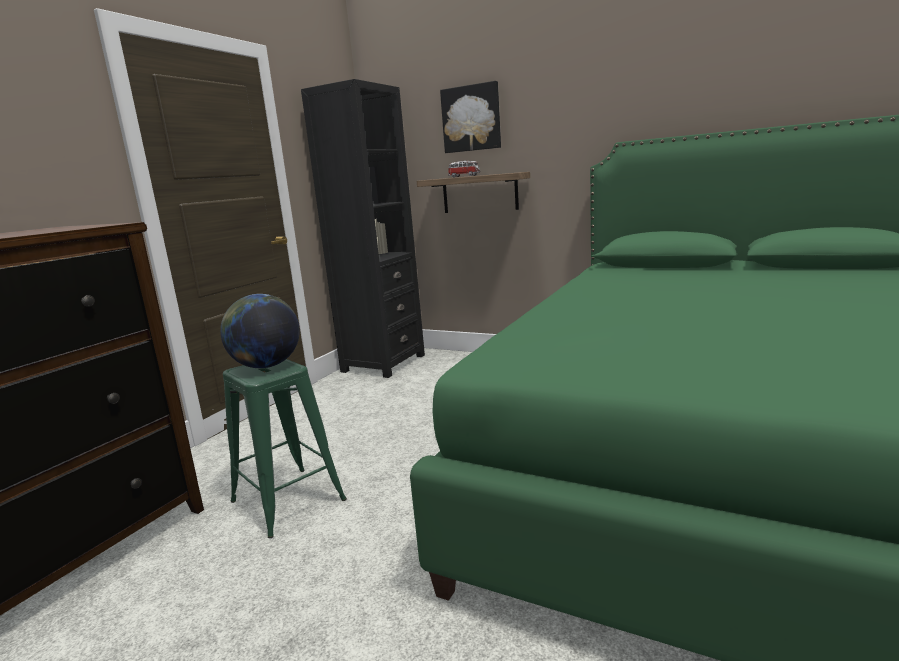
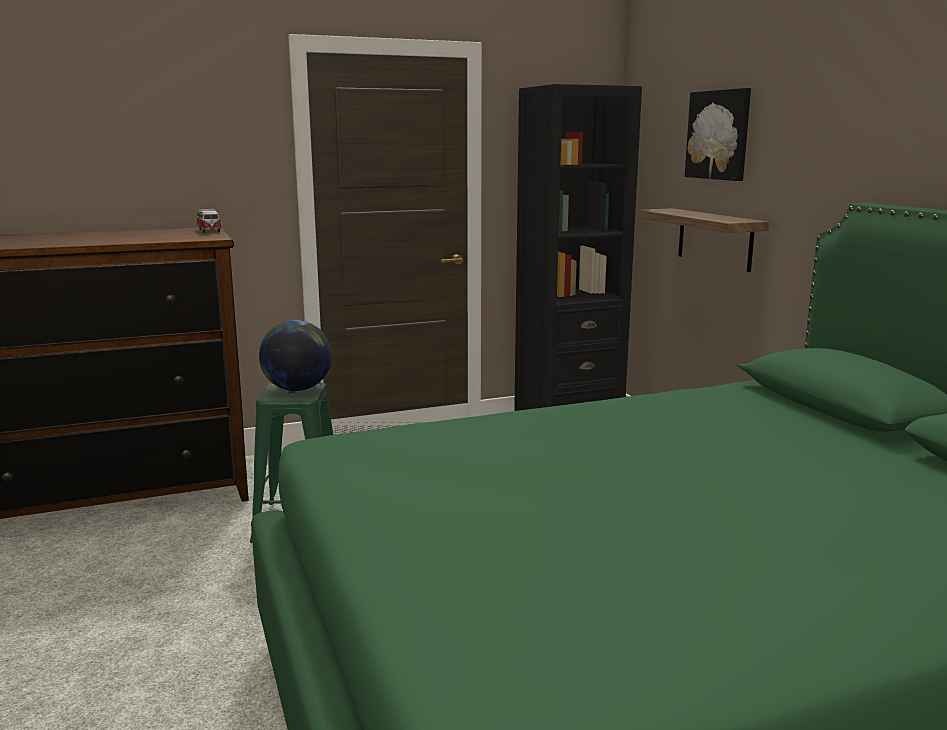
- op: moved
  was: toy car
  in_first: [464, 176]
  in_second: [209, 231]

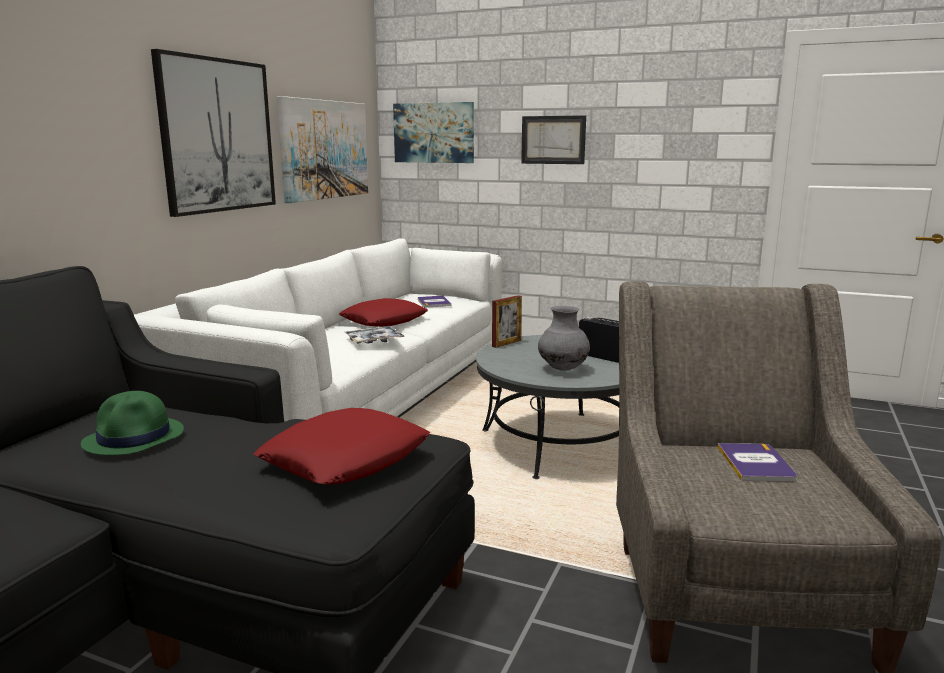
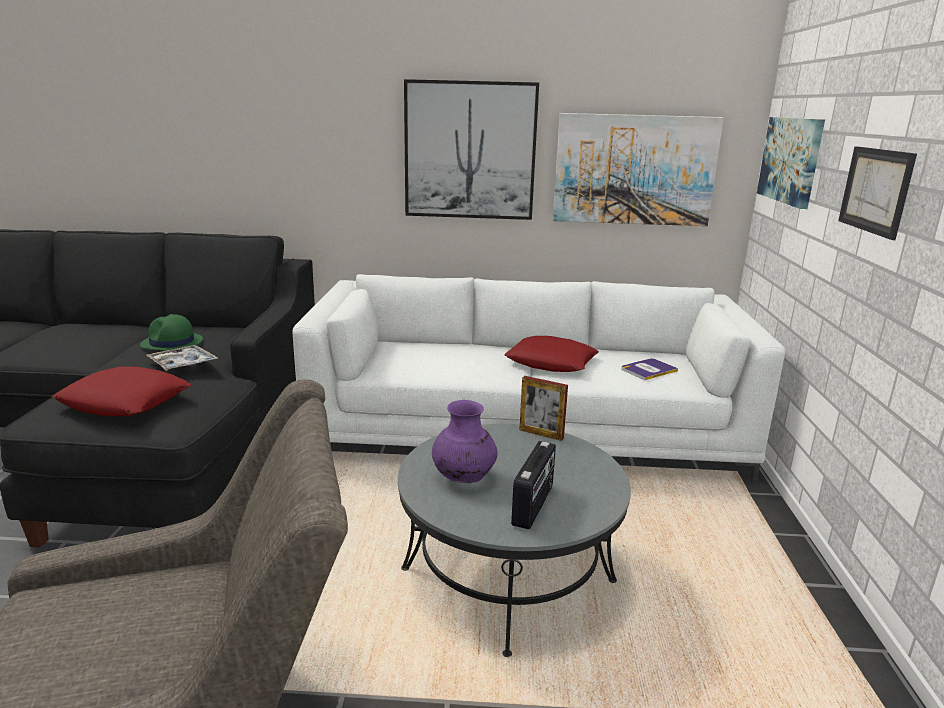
- op: moved
  was: tray
  in_first: [374, 341]
  in_second: [182, 364]
- op: recoloured
  was: grey vase
  now: purple vase
  in_first: [563, 369]
  in_second: [463, 478]
- op: removed
  was: book
  in_first: [755, 463]

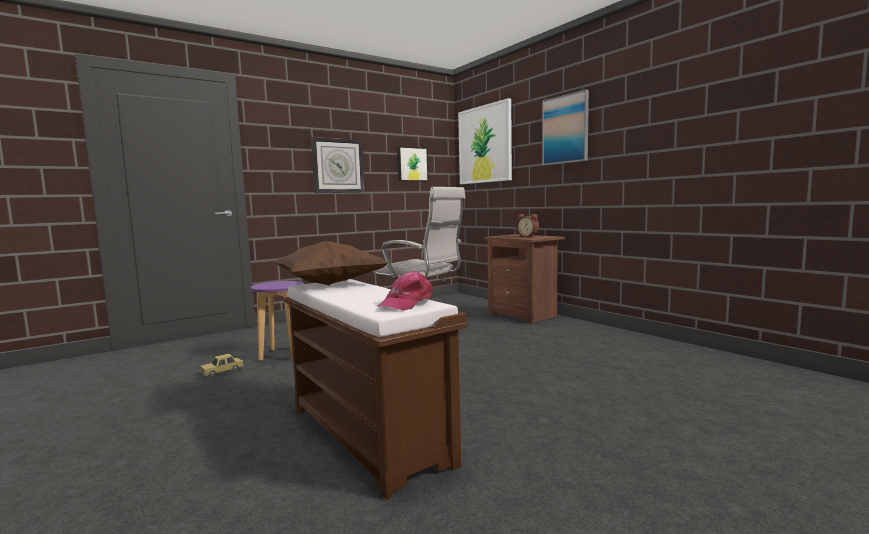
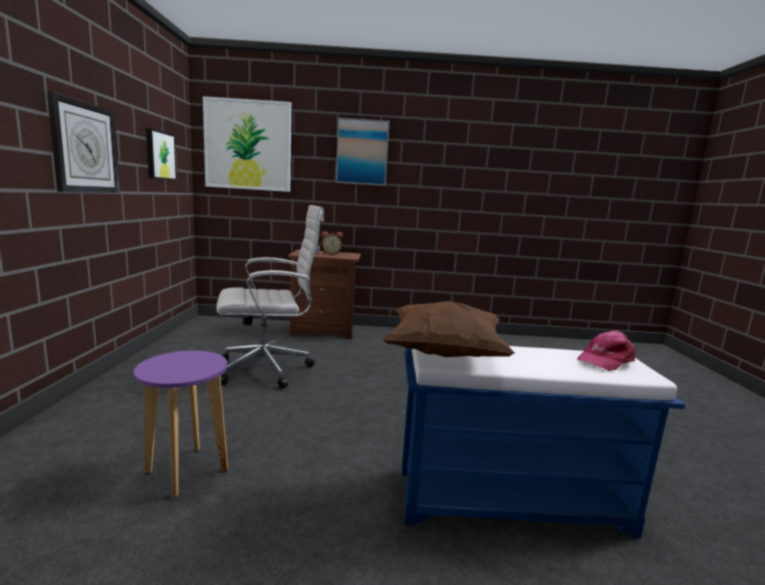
- op: recoloured
  was: brown bench
  now: blue bench
  in_first: [370, 435]
  in_second: [512, 500]
- op: turned
  was: pink cap
  in_first: [406, 303]
  in_second: [605, 360]
  clockwise: 75
- op: removed
  was: toy car
  in_first: [222, 371]

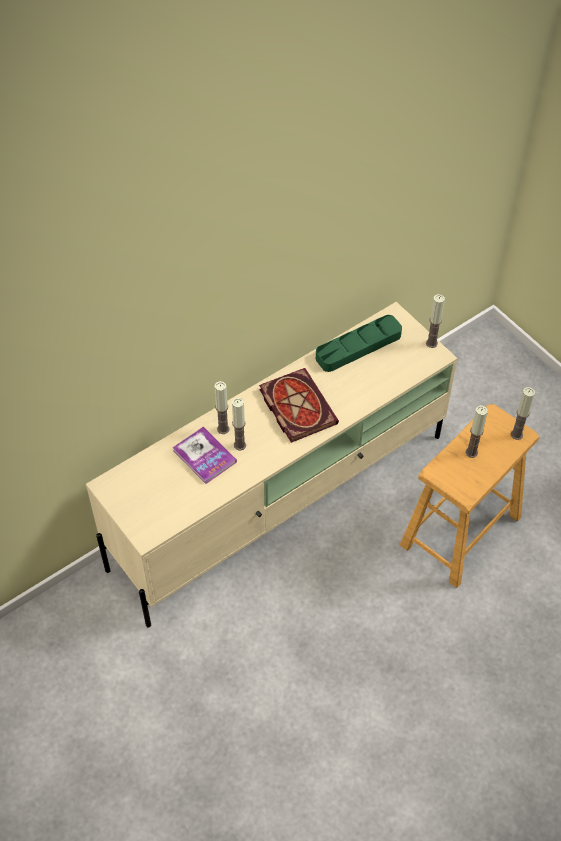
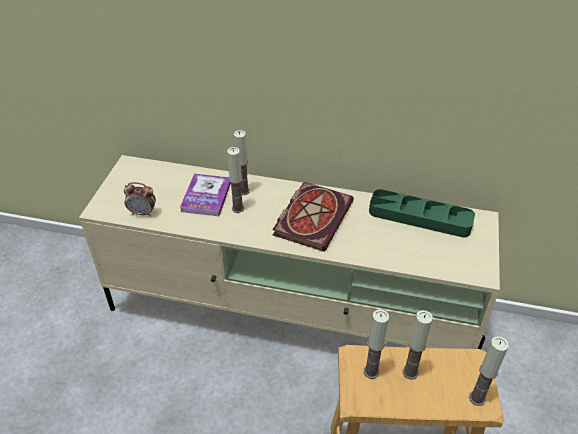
- op: added
  now: alarm clock
  in_second: [143, 213]
- op: moved
  was: candle
  in_first: [431, 343]
  in_second: [371, 372]

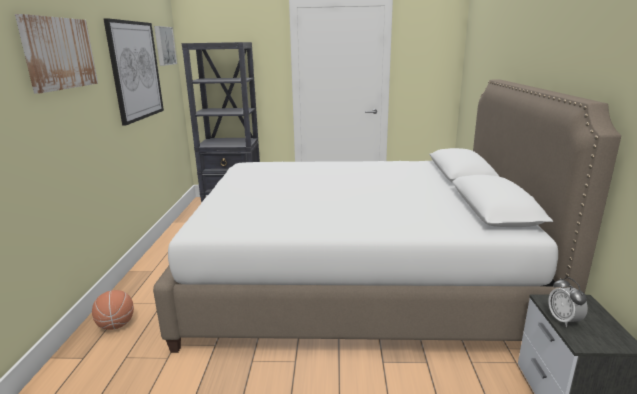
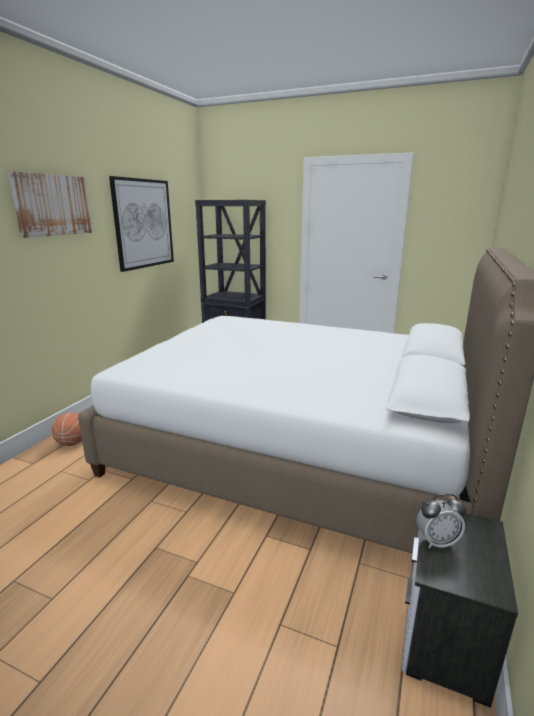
- op: turned
  was: alarm clock
  in_first: [563, 320]
  in_second: [437, 541]
  clockwise: -105
- op: removed
  was: picture
  in_first: [164, 46]

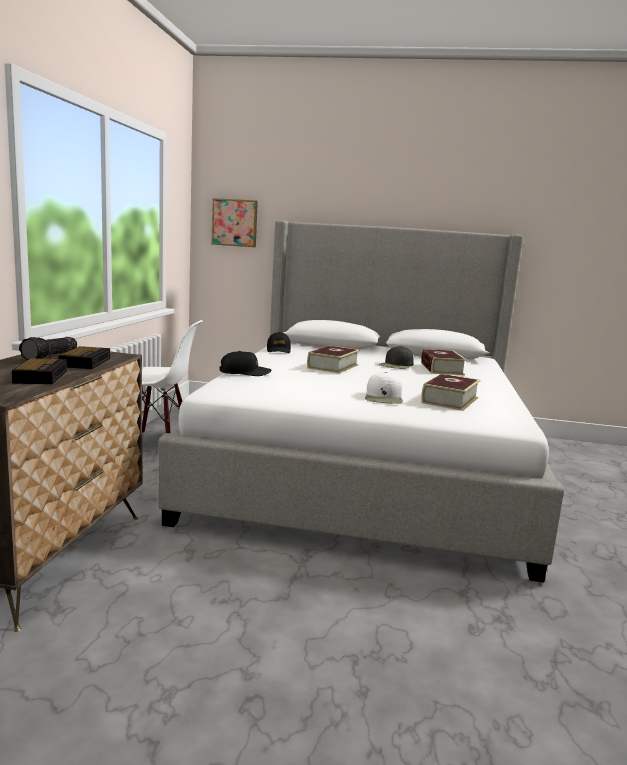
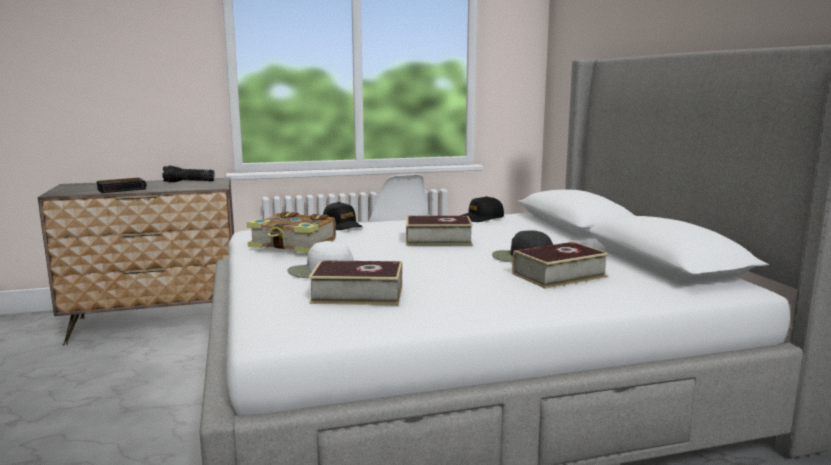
- op: added
  now: book
  in_second: [294, 244]
- op: removed
  was: alarm clock
  in_first: [86, 362]
- op: removed
  was: picture
  in_first: [235, 223]

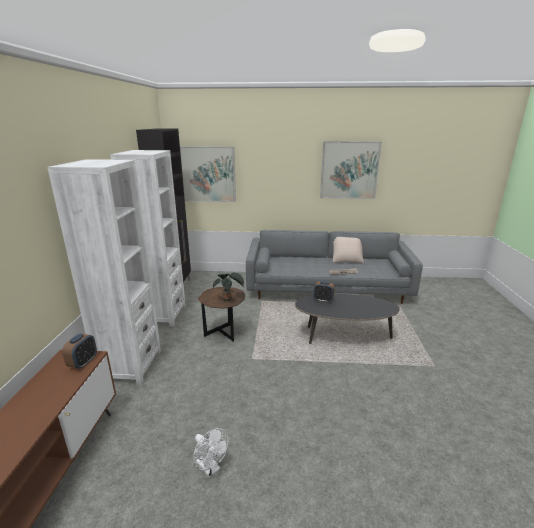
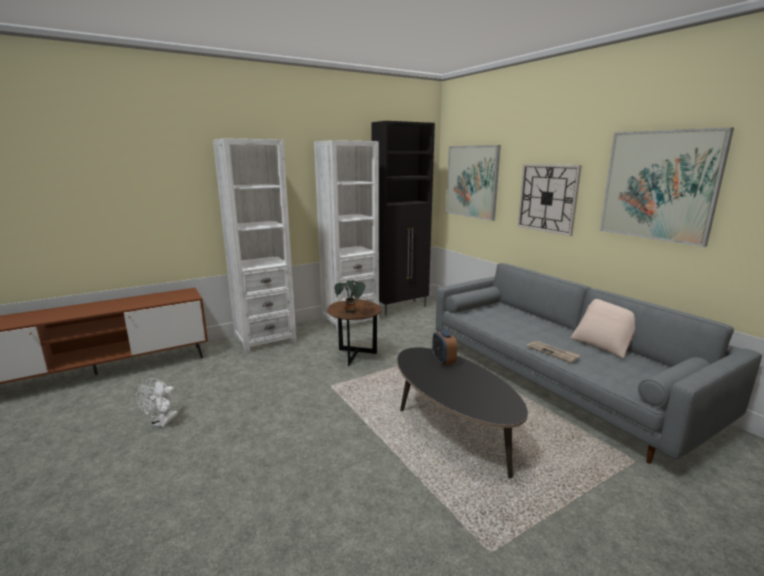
- op: added
  now: wall clock
  in_second: [547, 198]
- op: removed
  was: alarm clock
  in_first: [83, 363]

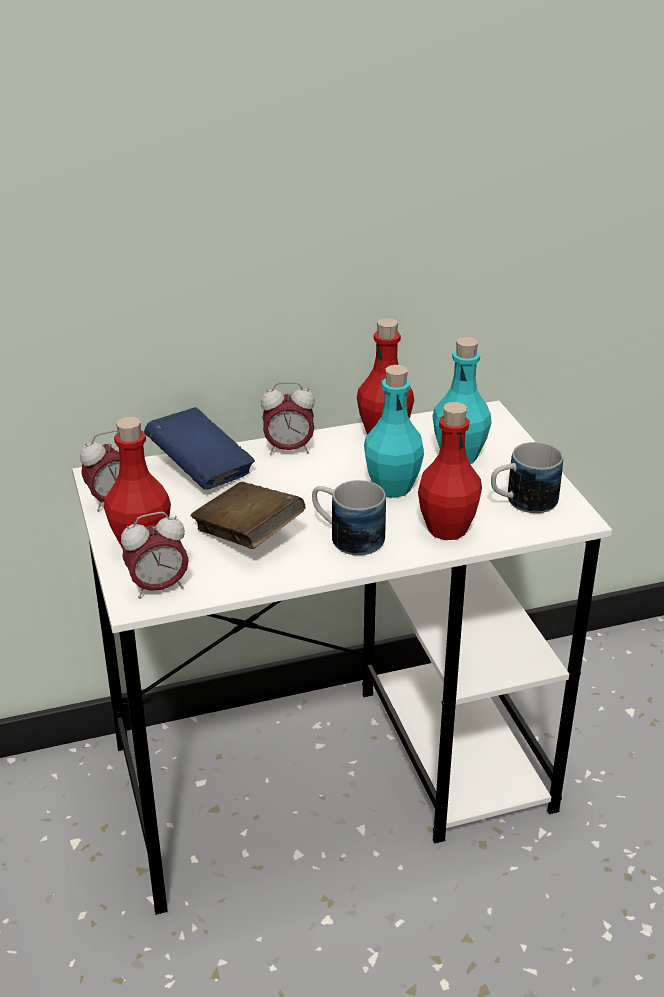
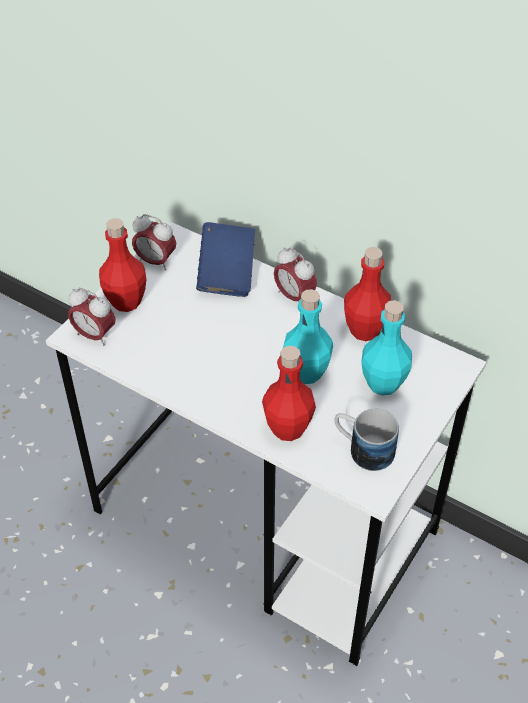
- op: removed
  was: brown book
  in_first: [248, 536]
- op: removed
  was: mug
  in_first: [347, 537]

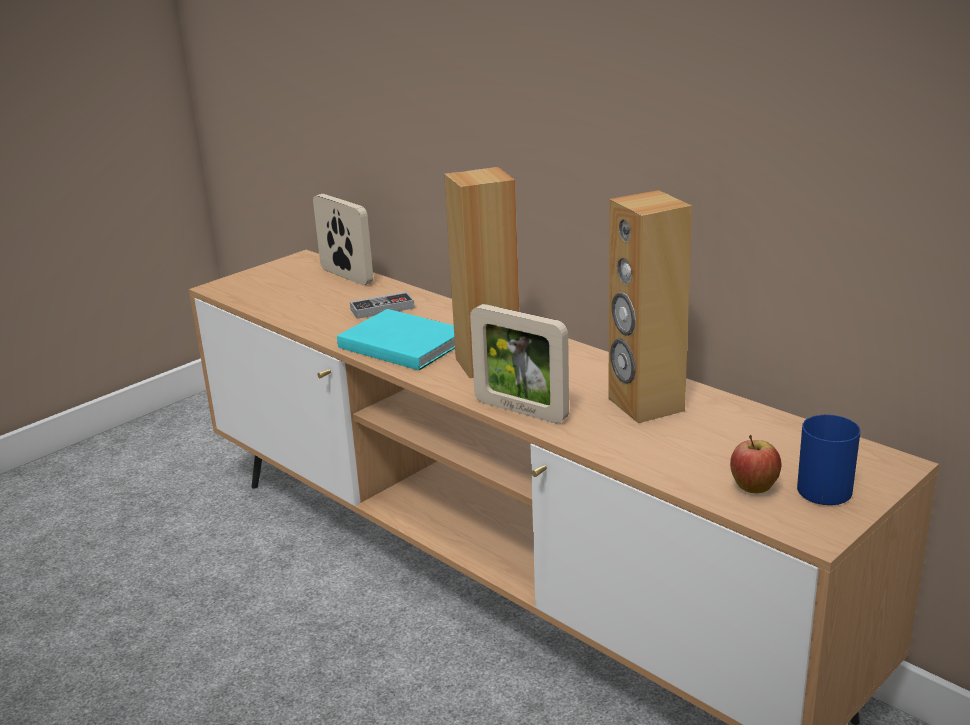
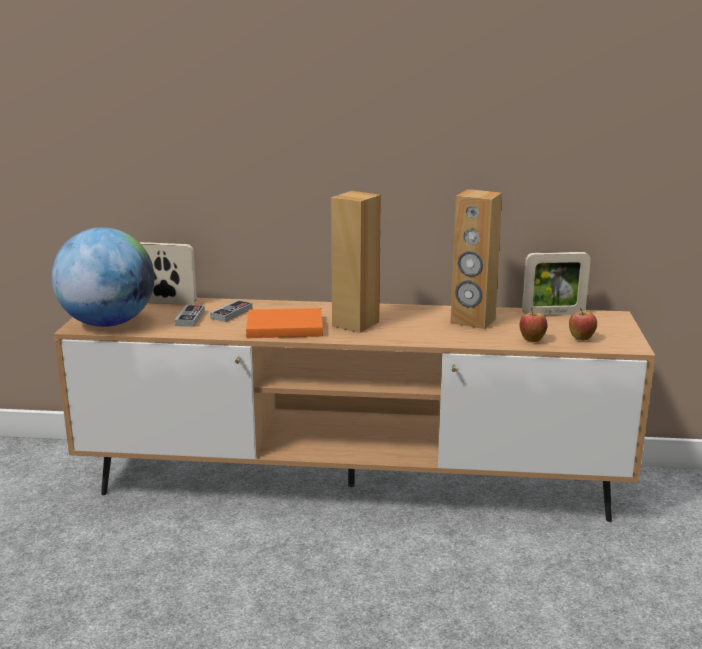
- op: added
  now: globe
  in_second: [108, 323]
- op: added
  now: game controller
  in_second: [190, 318]
- op: recoloured
  was: turquoise book
  now: orange book
  in_first: [401, 343]
  in_second: [282, 326]
- op: added
  now: apple
  in_second: [532, 340]
- op: moved
  was: picture frame
  in_first: [521, 410]
  in_second: [553, 313]
- op: removed
  was: blue mug
  in_first: [825, 486]

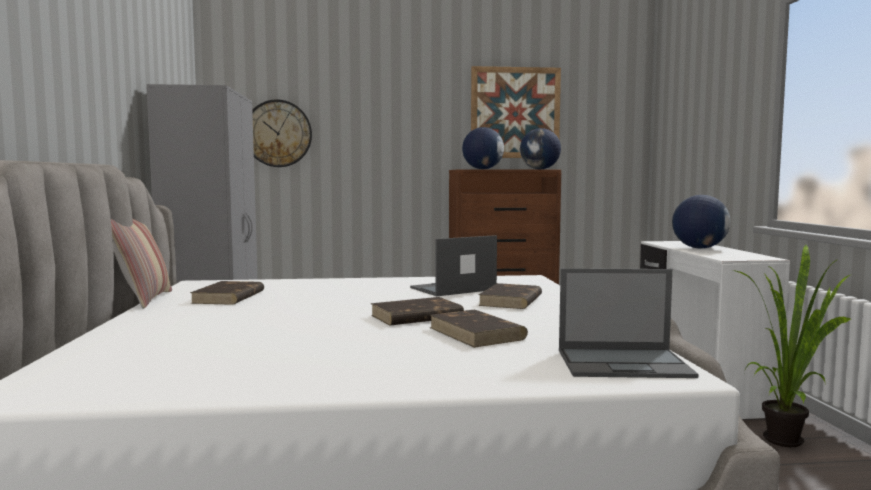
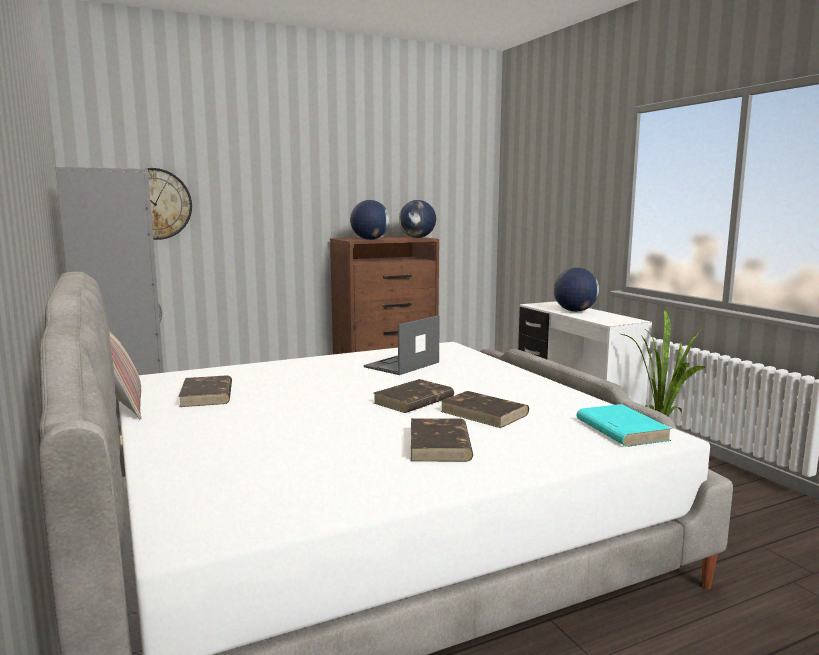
- op: moved
  was: brown book
  in_first: [511, 301]
  in_second: [440, 445]
- op: replaced
  was: laptop
  now: turquoise book
  in_first: [625, 363]
  in_second: [620, 429]
- op: removed
  was: picture
  in_first: [515, 113]

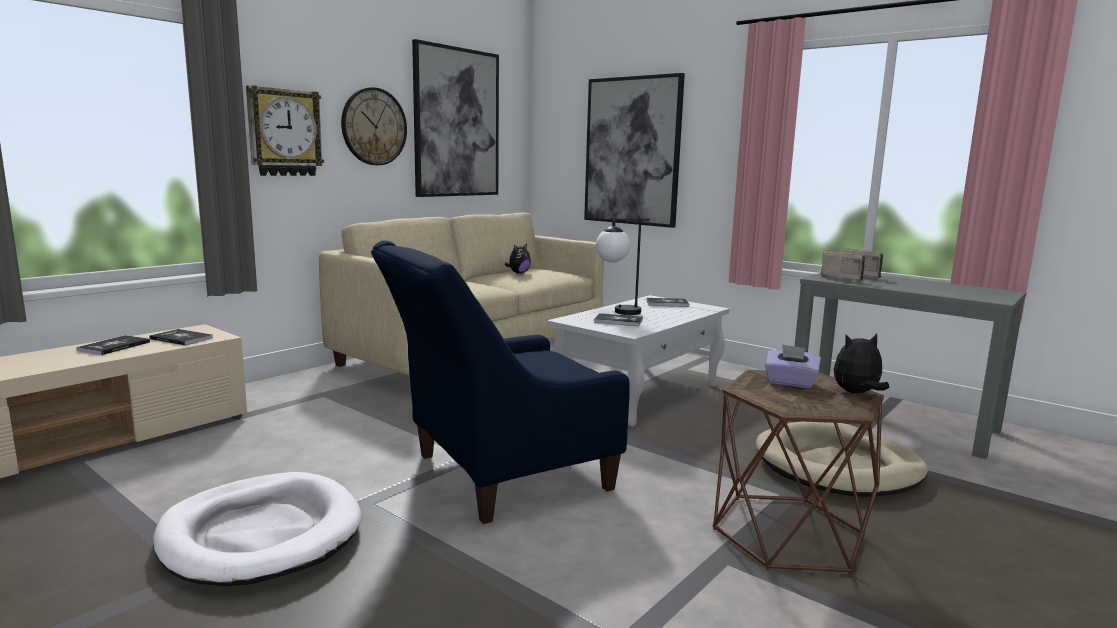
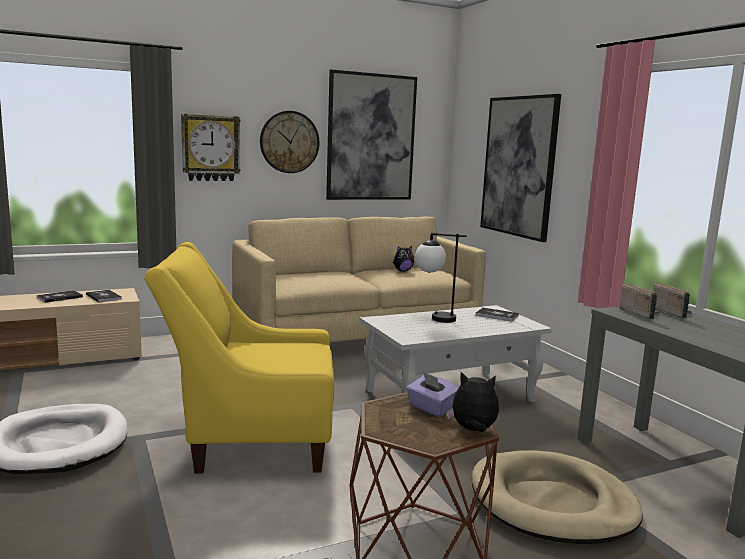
- op: recoloured
  was: blue armchair
  now: yellow armchair
  in_first: [498, 475]
  in_second: [250, 439]
- op: removed
  was: book
  in_first: [618, 321]

